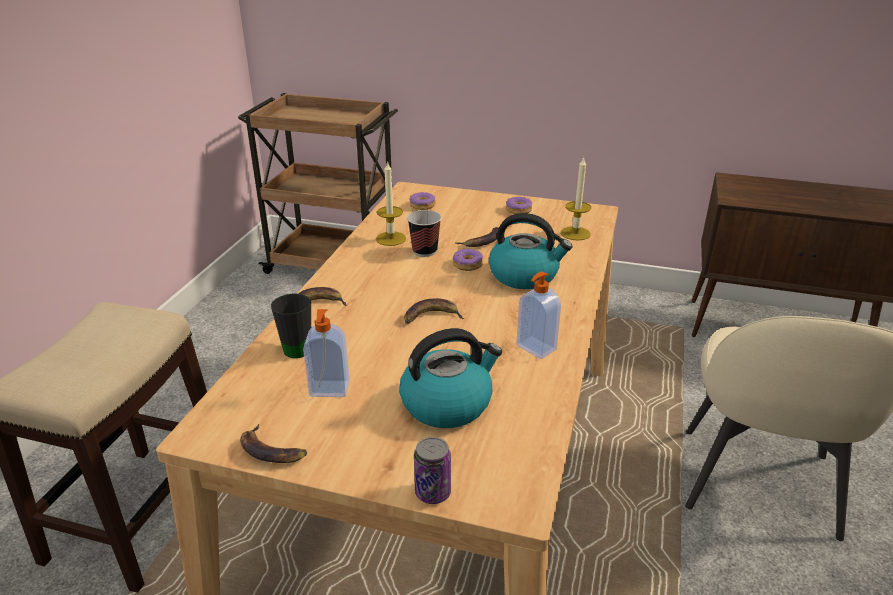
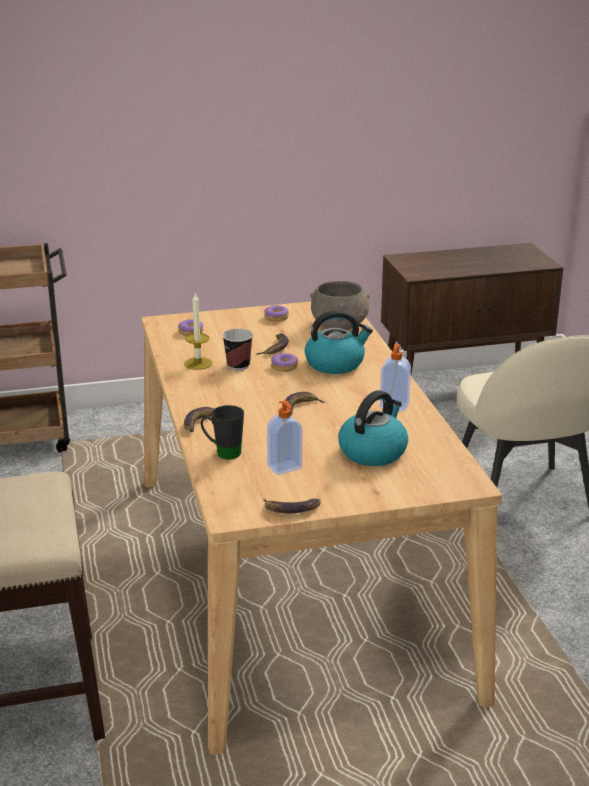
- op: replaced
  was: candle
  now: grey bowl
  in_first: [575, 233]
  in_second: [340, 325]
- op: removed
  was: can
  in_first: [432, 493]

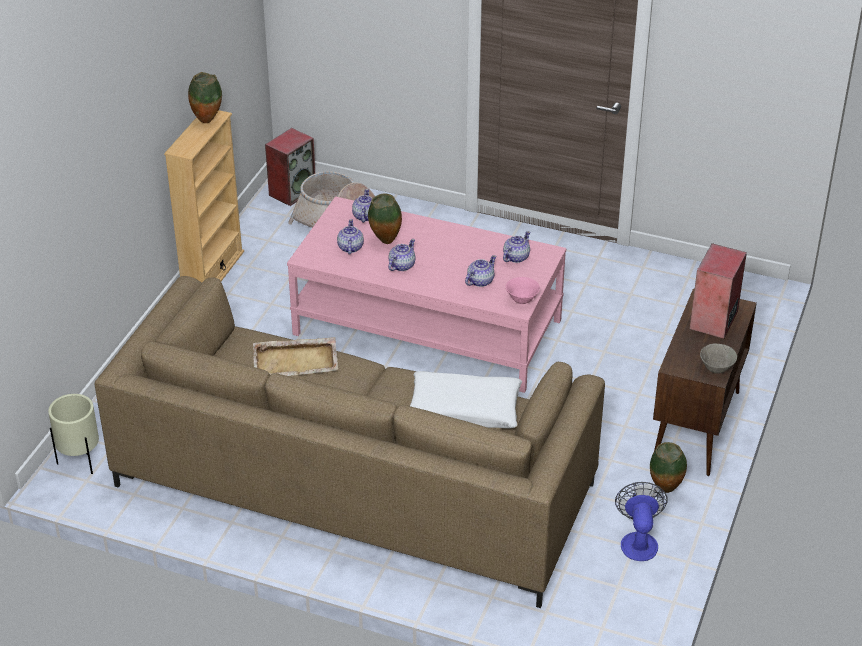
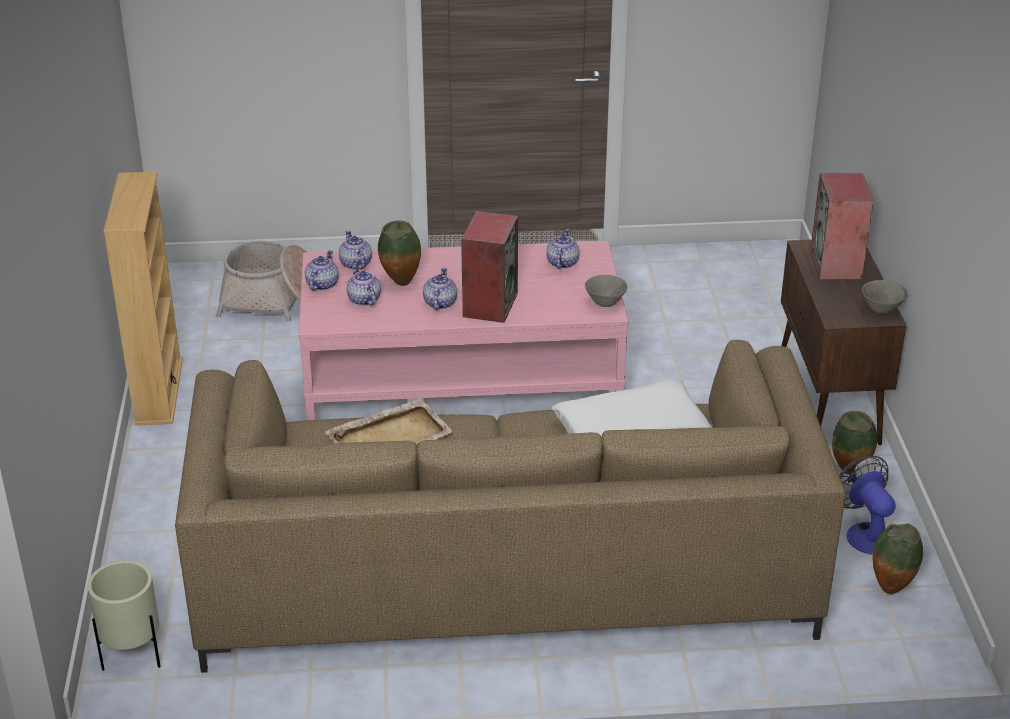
- op: moved
  was: teapot
  in_first: [480, 281]
  in_second: [322, 285]
- op: moved
  was: speaker
  in_first: [292, 191]
  in_second: [489, 304]
- op: recoloured
  was: pink bowl
  now: grey bowl
  in_first: [522, 300]
  in_second: [605, 303]
- op: moved
  was: vase
  in_first: [207, 121]
  in_second: [890, 588]

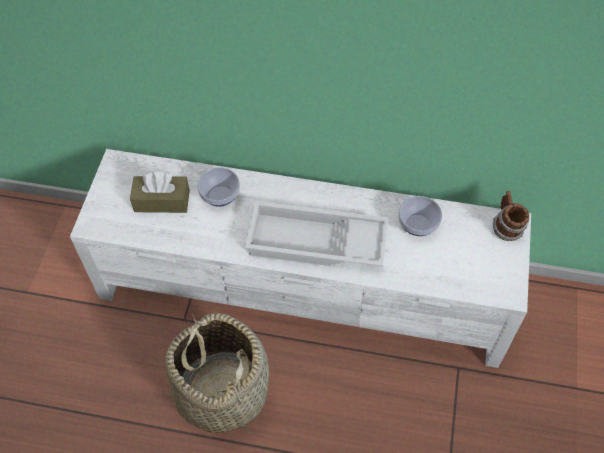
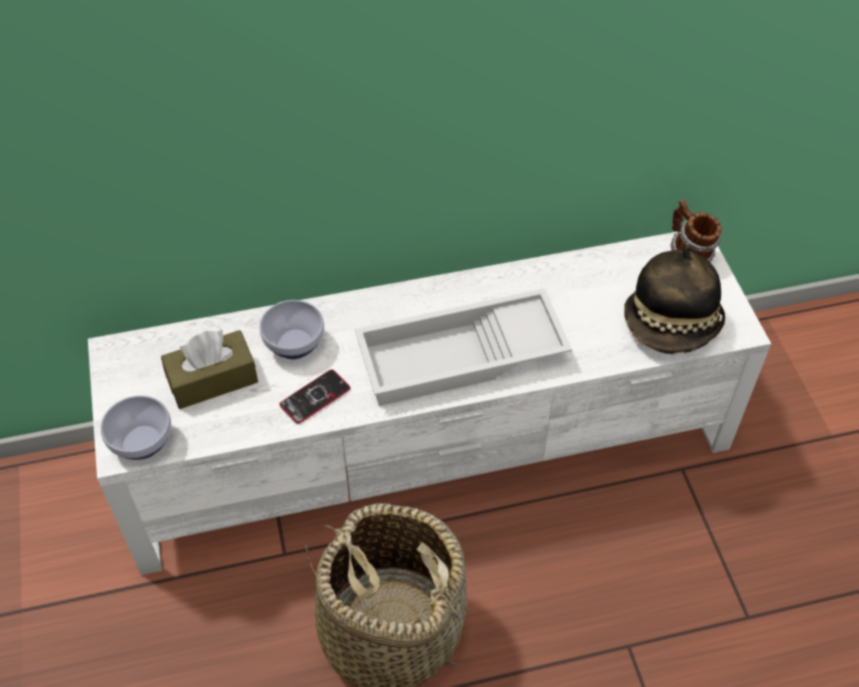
- op: moved
  was: bowl
  in_first: [418, 225]
  in_second: [143, 441]
- op: added
  now: phone
  in_second: [315, 397]
- op: added
  now: hat
  in_second: [672, 325]

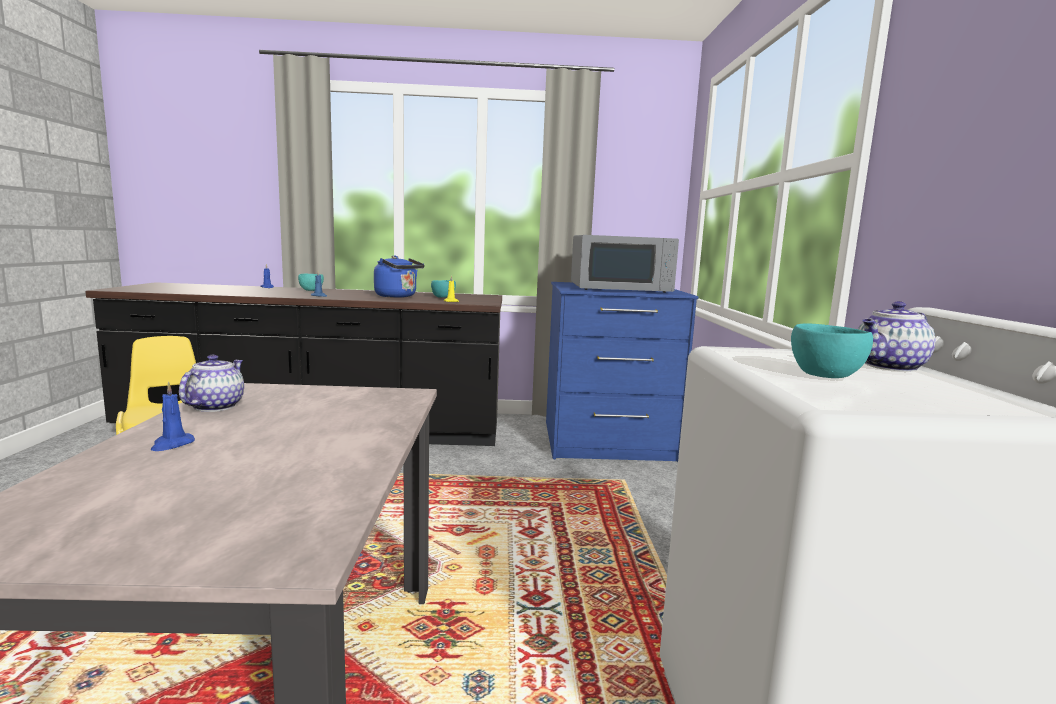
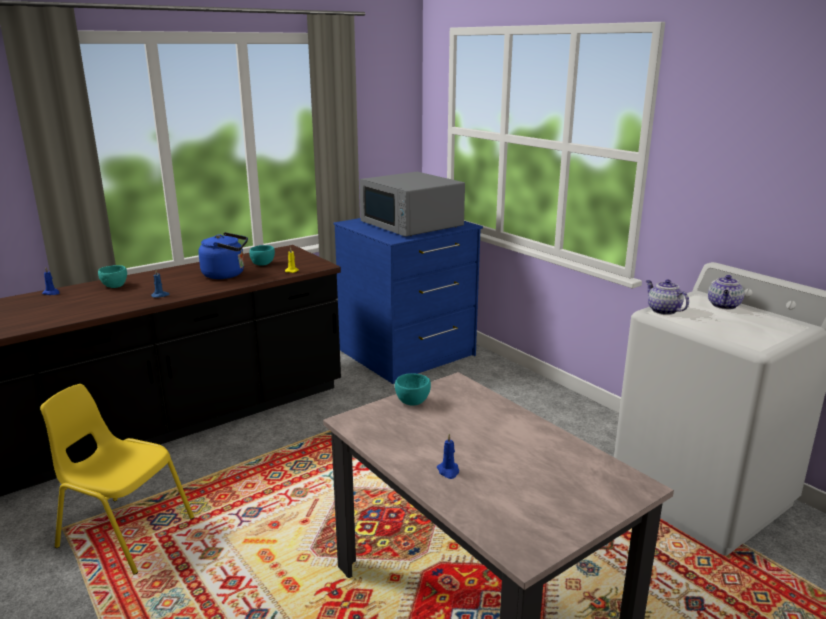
- op: turned
  was: grey microwave
  in_first: [620, 288]
  in_second: [412, 225]
  clockwise: 90
- op: moved
  was: turquoise bowl
  in_first: [828, 376]
  in_second: [413, 401]
- op: moved
  was: teapot
  in_first: [215, 406]
  in_second: [662, 310]

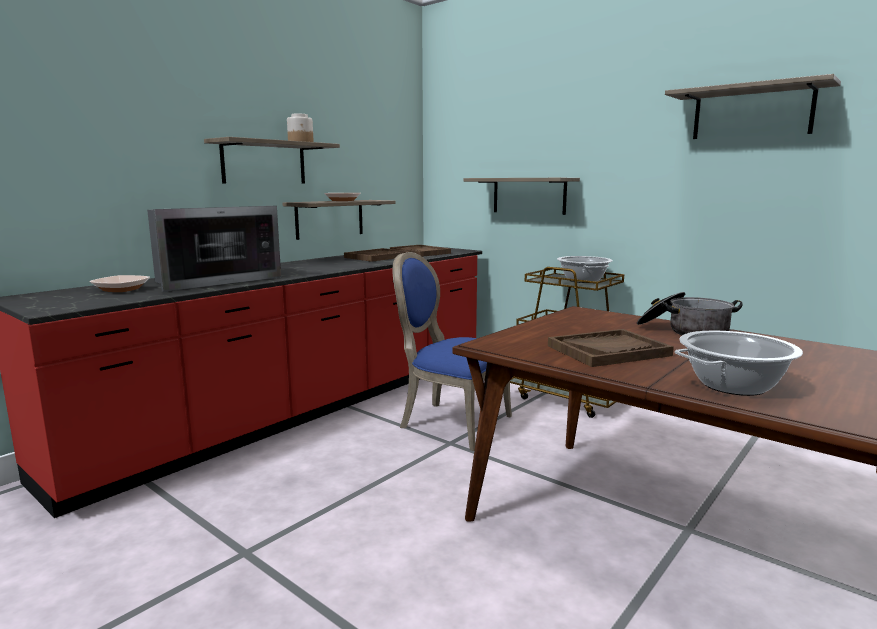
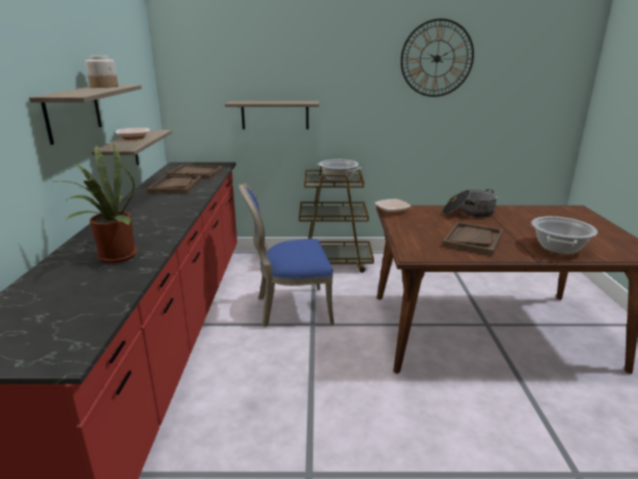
- op: replaced
  was: microwave
  now: potted plant
  in_first: [213, 280]
  in_second: [113, 256]
- op: moved
  was: bowl
  in_first: [121, 289]
  in_second: [392, 211]
- op: replaced
  was: shelf
  now: wall clock
  in_first: [752, 113]
  in_second: [437, 58]

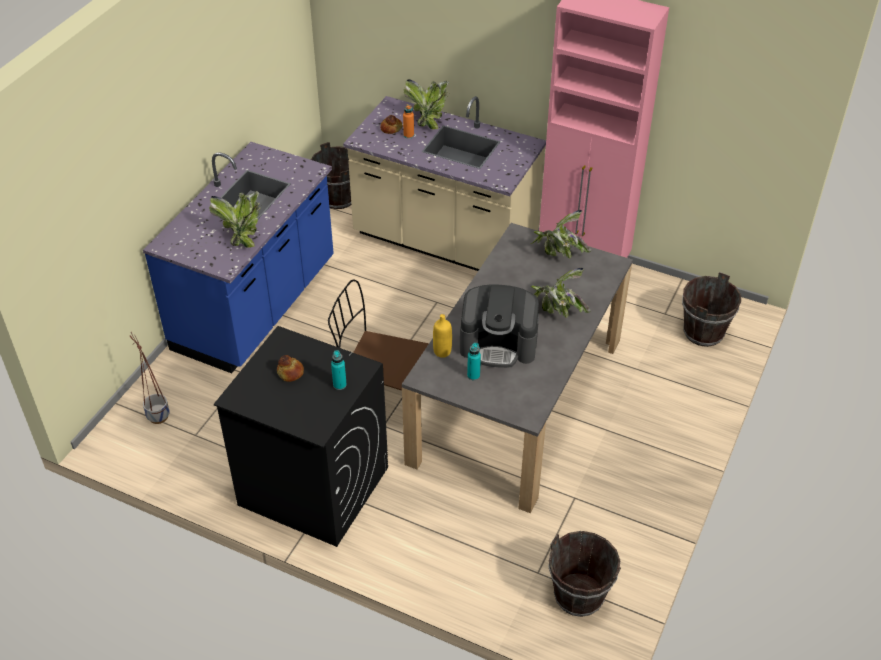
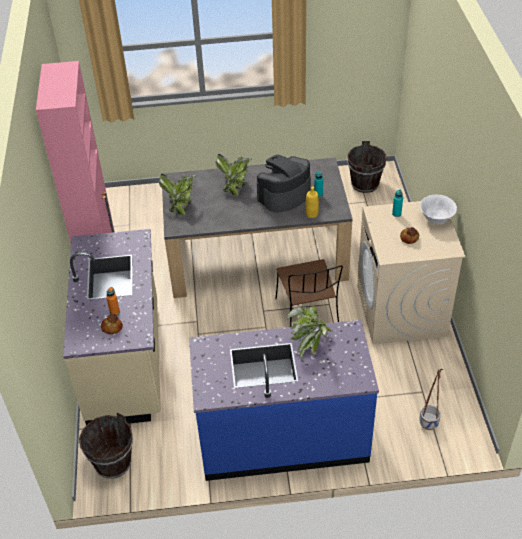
- op: turned
  was: coffee machine
  in_first: [499, 344]
  in_second: [284, 195]
  clockwise: -105
- op: recoloured
  was: black washing machine
  now: beige washing machine
  in_first: [312, 486]
  in_second: [401, 311]
- op: added
  now: white bowl
  in_second: [436, 219]
- op: removed
  was: potted plant
  in_first: [429, 118]
- op: removed
  was: brown bucket
  in_first: [703, 332]

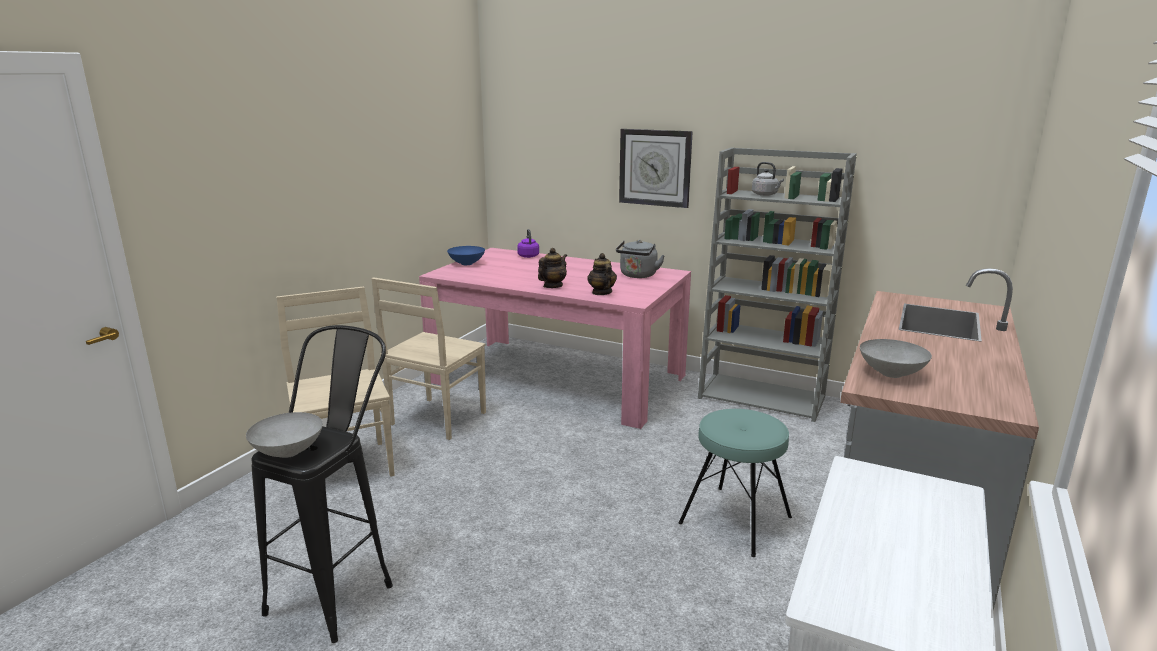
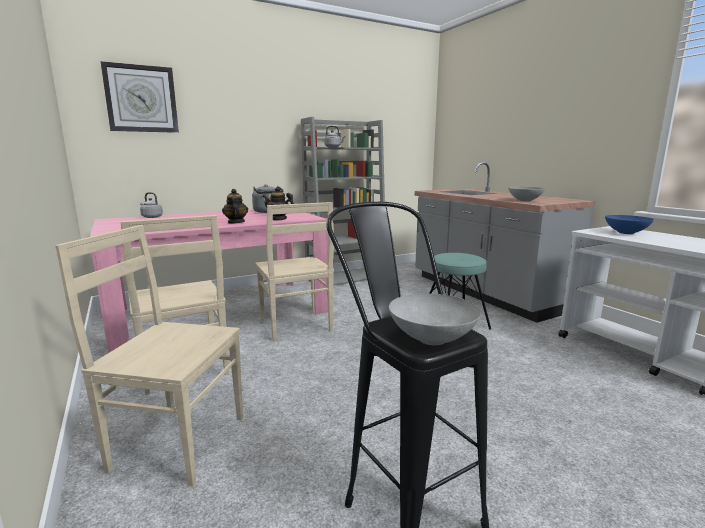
- op: moved
  was: wall clock
  in_first: [655, 167]
  in_second: [141, 99]
- op: recoloured
  was: purple kettle
  now: grey kettle
  in_first: [528, 256]
  in_second: [151, 217]
- op: added
  now: beige chair
  in_second: [296, 326]
- op: moved
  was: blue bowl
  in_first: [467, 264]
  in_second: [626, 233]

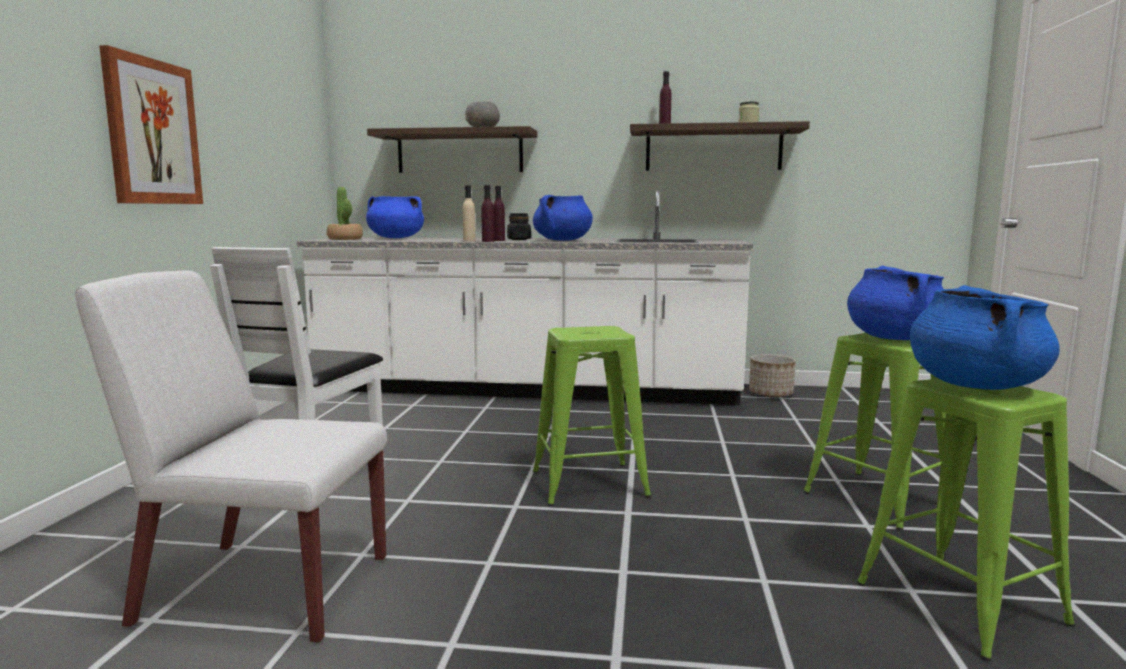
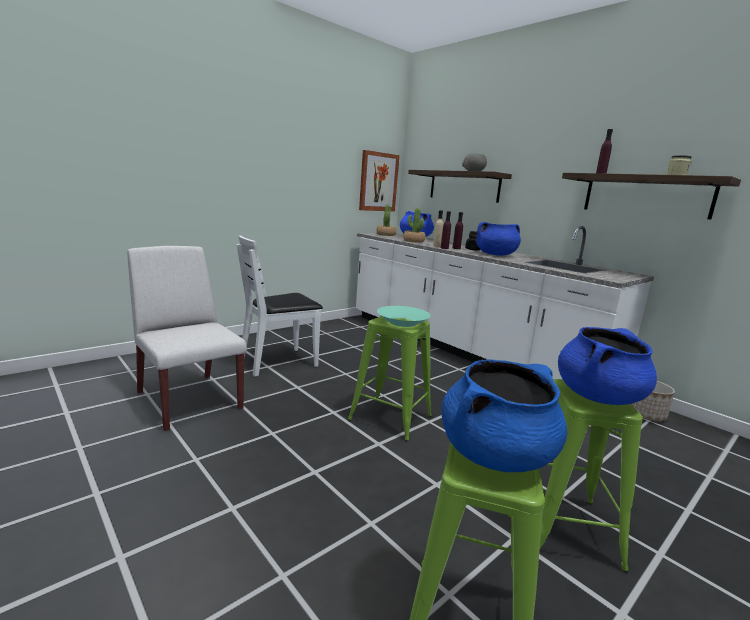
- op: moved
  was: picture
  in_first: [152, 132]
  in_second: [378, 182]
- op: added
  now: turquoise bowl
  in_second: [402, 322]
- op: added
  now: potted plant
  in_second: [413, 241]

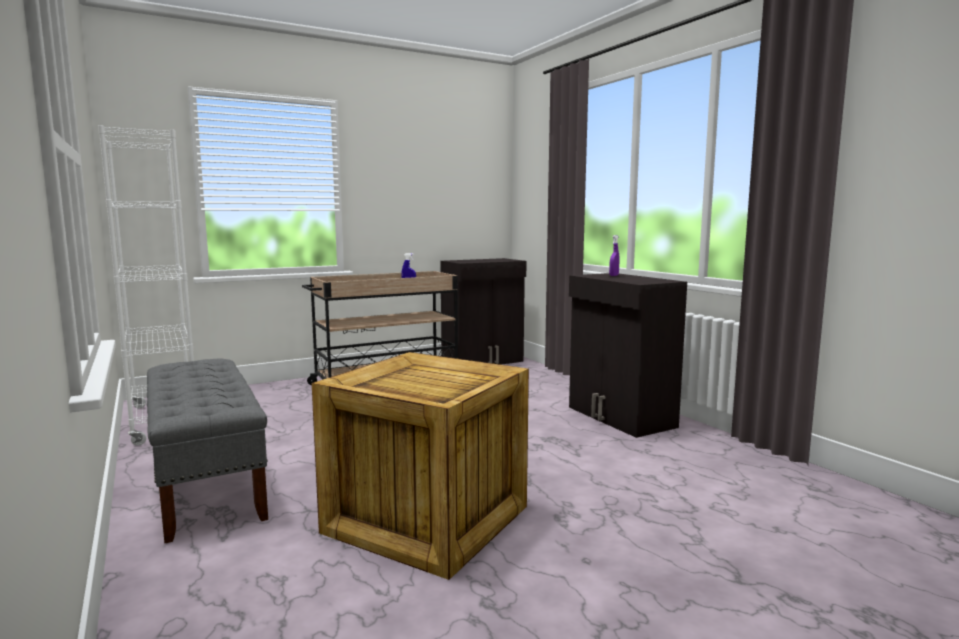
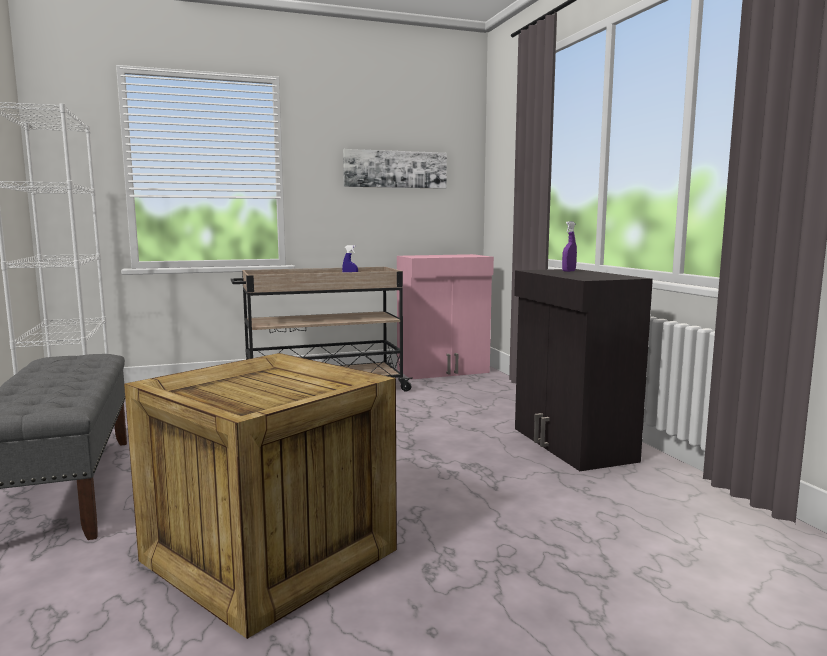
- op: added
  now: picture
  in_second: [395, 169]
- op: recoloured
  was: black cabinet
  now: pink cabinet
  in_first: [483, 361]
  in_second: [444, 371]

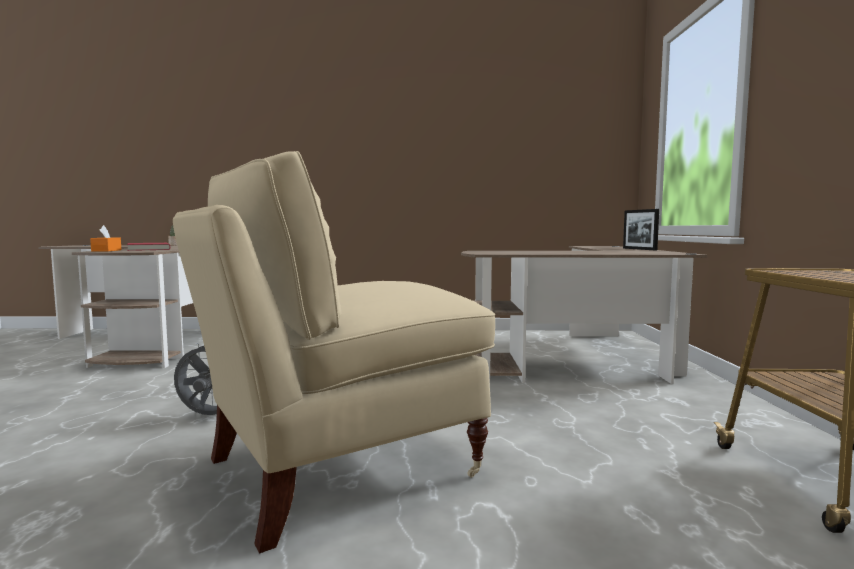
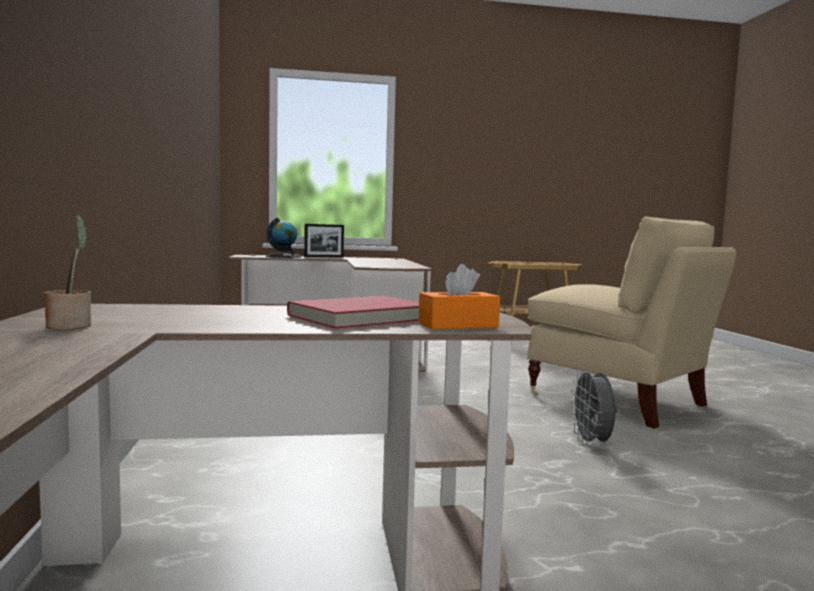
- op: added
  now: globe
  in_second: [284, 256]

